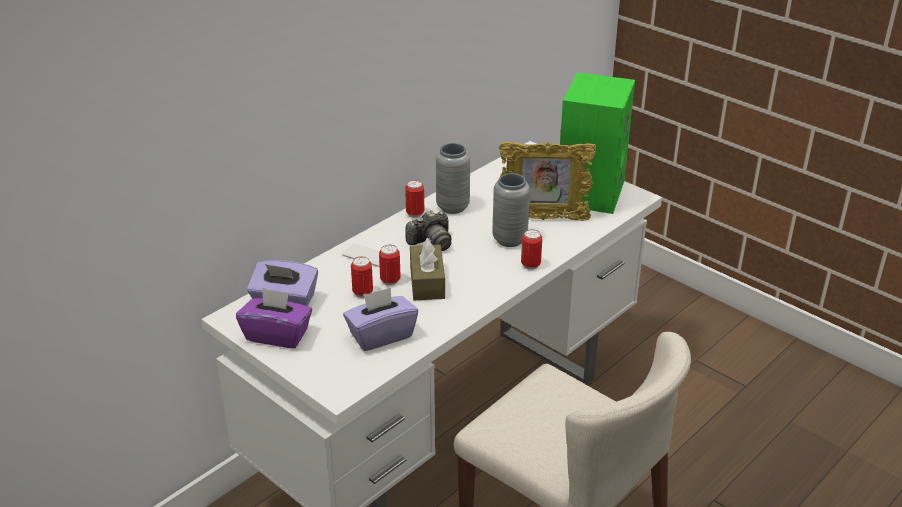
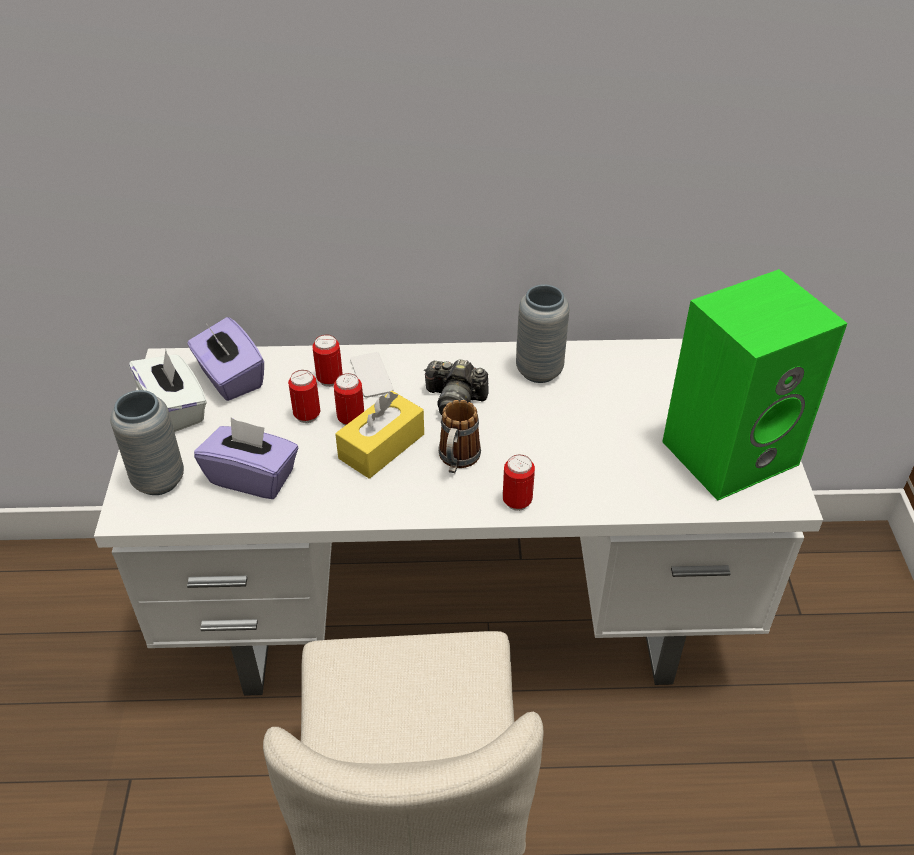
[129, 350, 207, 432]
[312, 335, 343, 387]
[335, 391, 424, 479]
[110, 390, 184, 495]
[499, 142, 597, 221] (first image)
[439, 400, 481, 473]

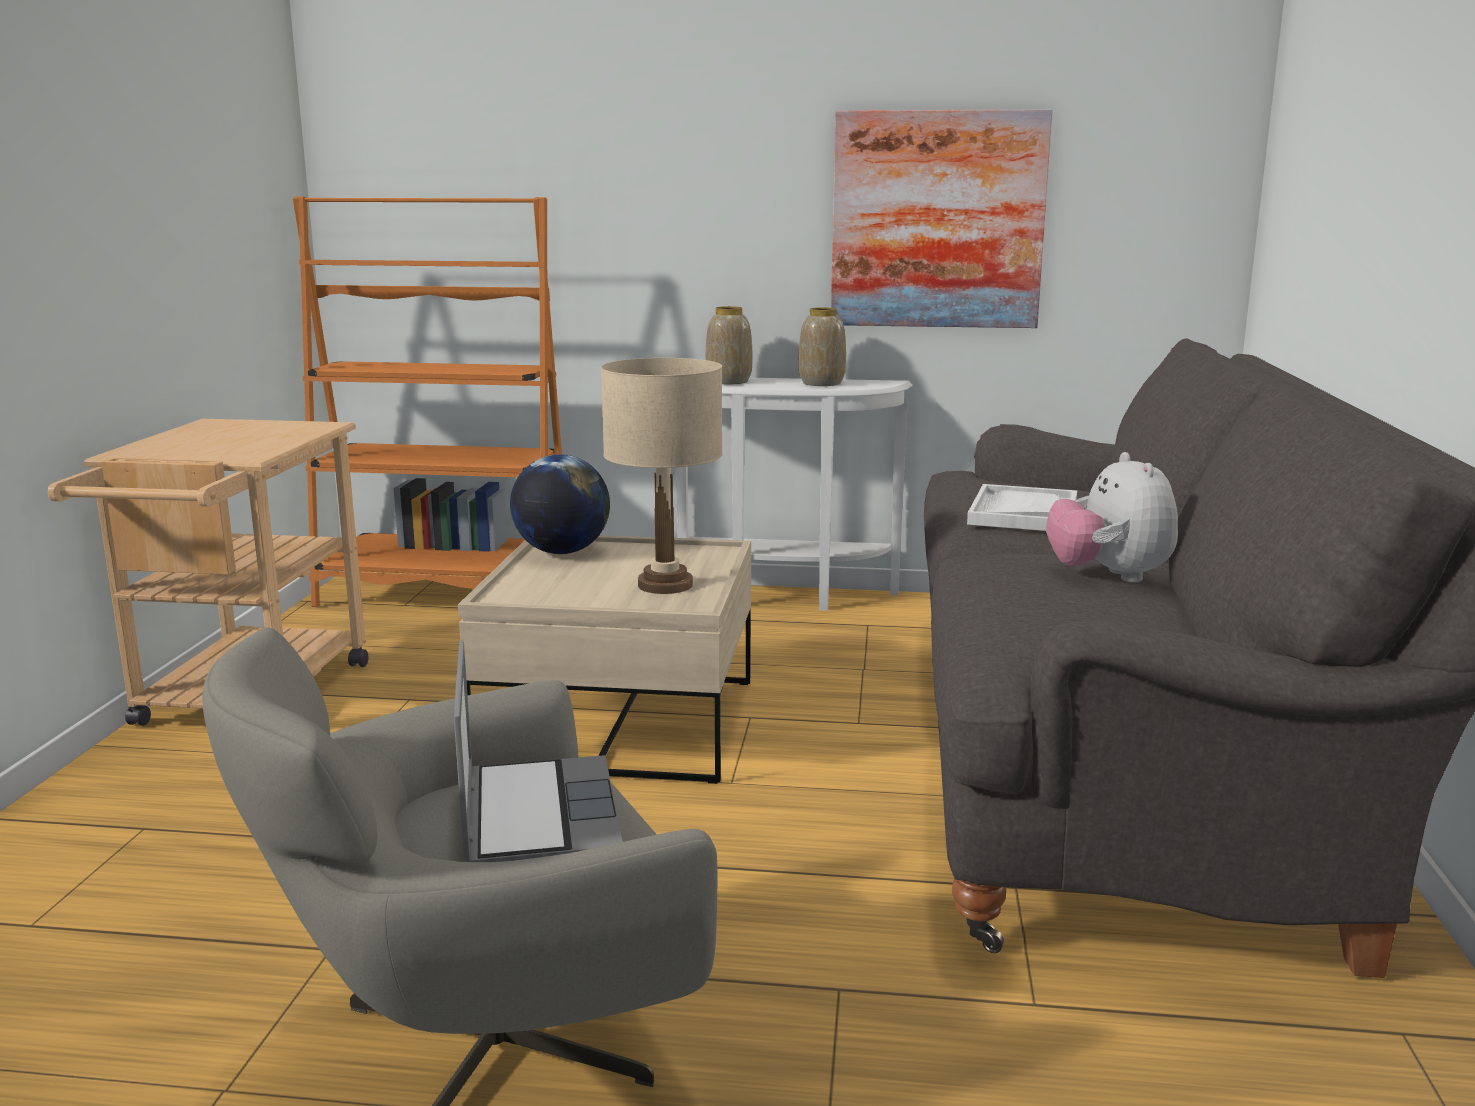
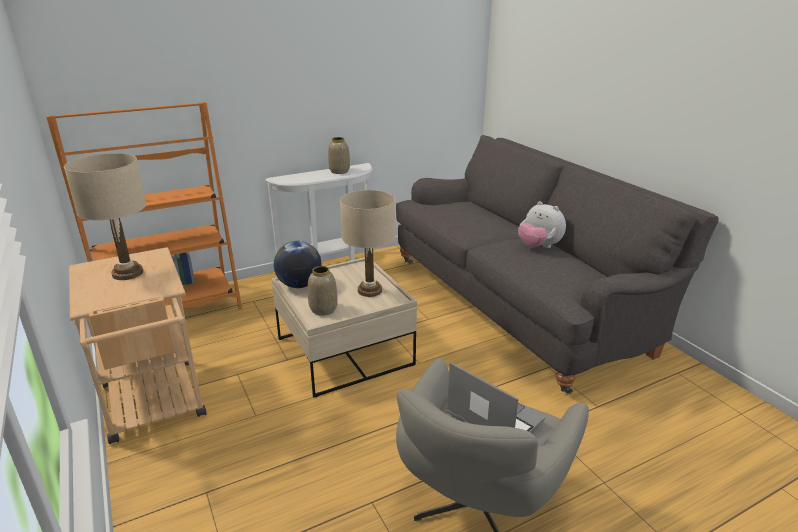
[308, 266, 338, 316]
[831, 109, 1052, 328] (first image)
[967, 484, 1077, 531] (first image)
[64, 153, 146, 280]

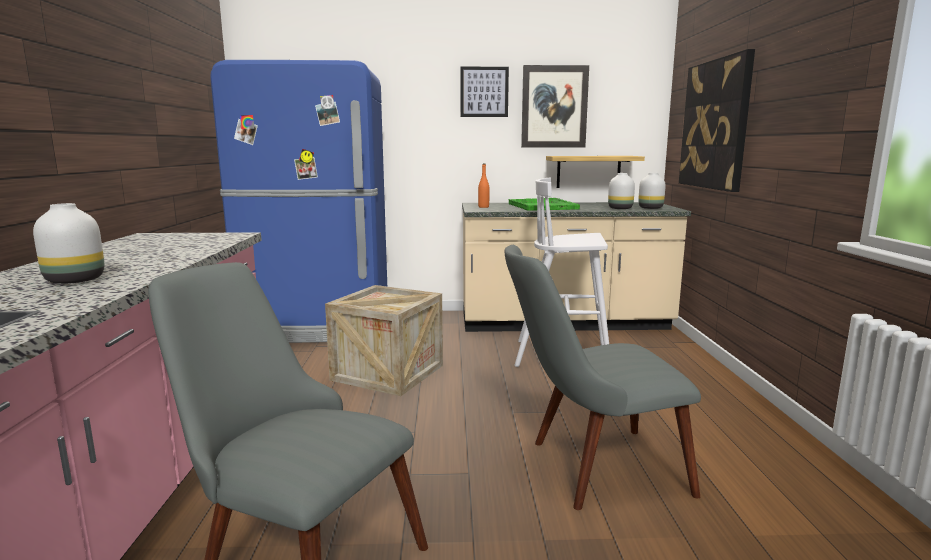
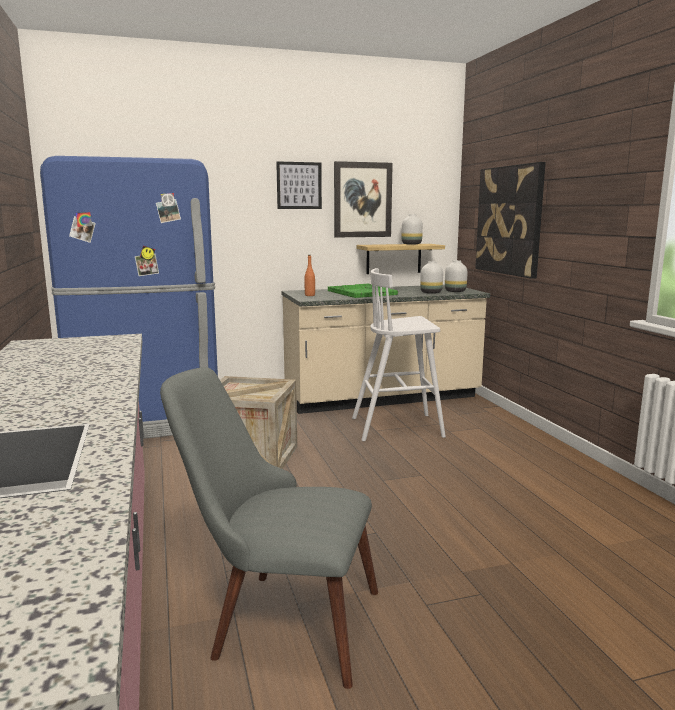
[401, 214, 423, 245]
[505, 245, 701, 510] (first image)

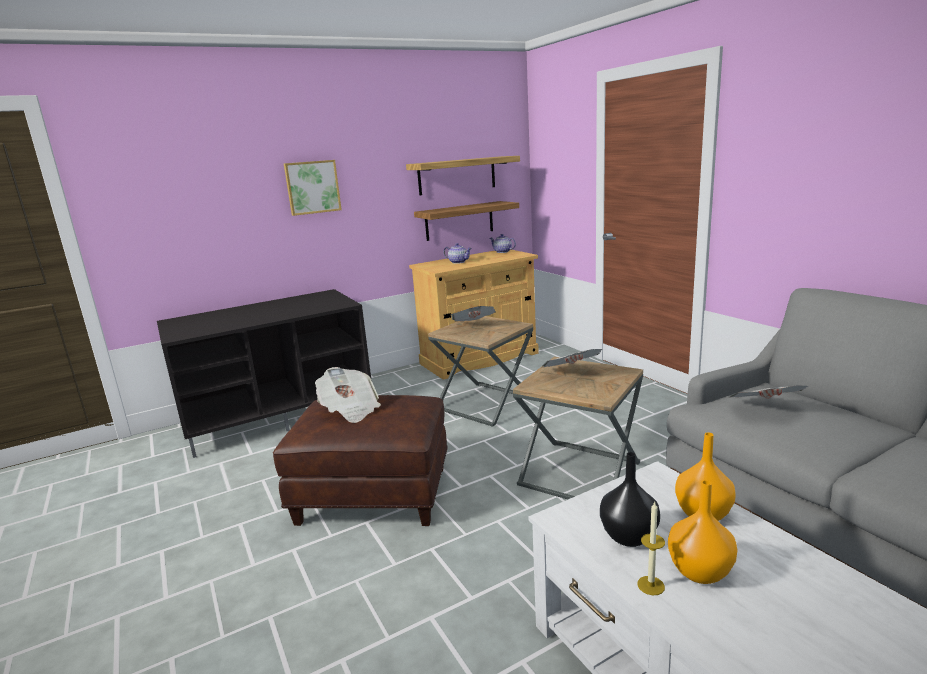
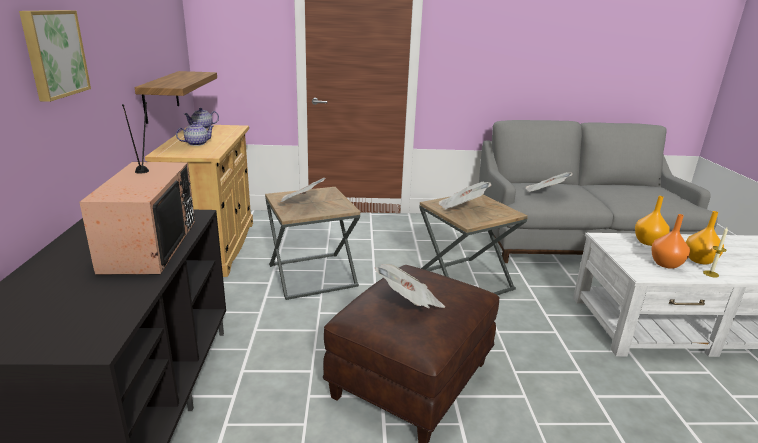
[406, 156, 520, 195] (first image)
[651, 214, 690, 269]
[79, 102, 195, 275]

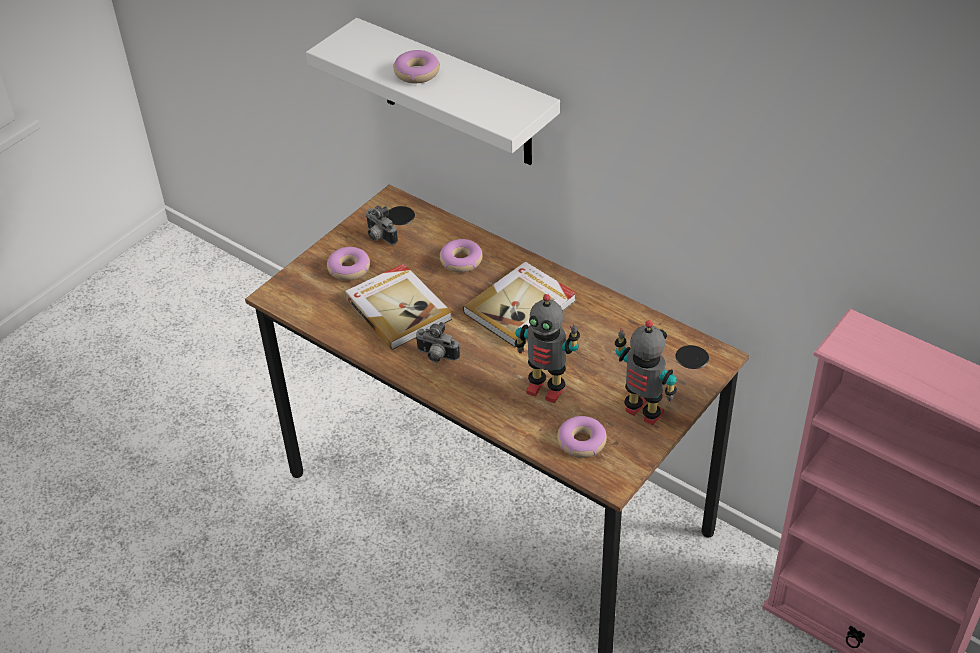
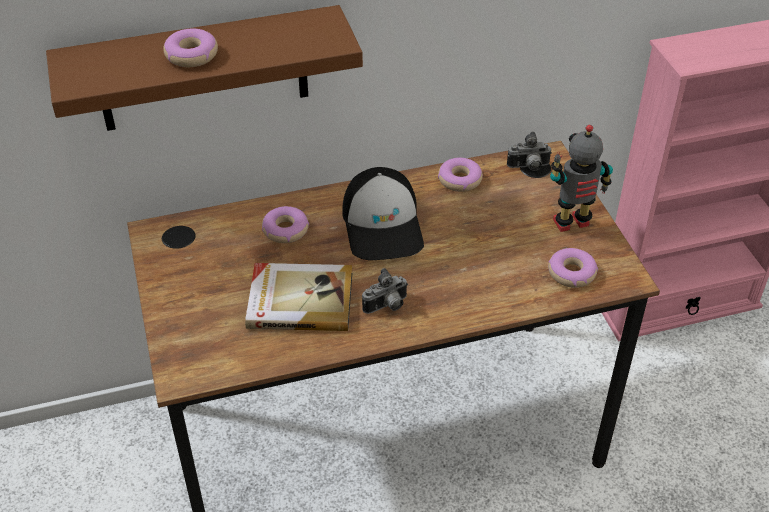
[46, 5, 363, 131]
[438, 158, 483, 192]
[507, 131, 552, 171]
[342, 167, 424, 260]
[514, 294, 580, 403] (first image)

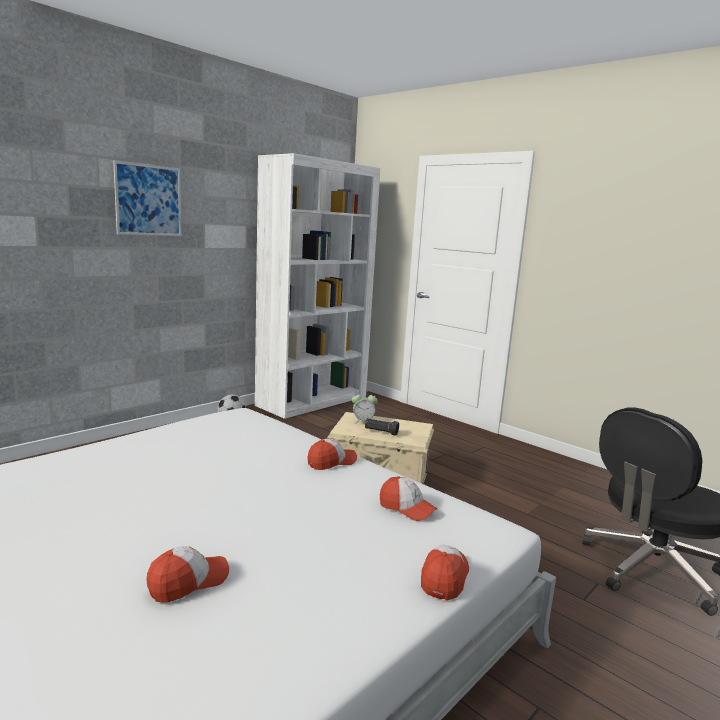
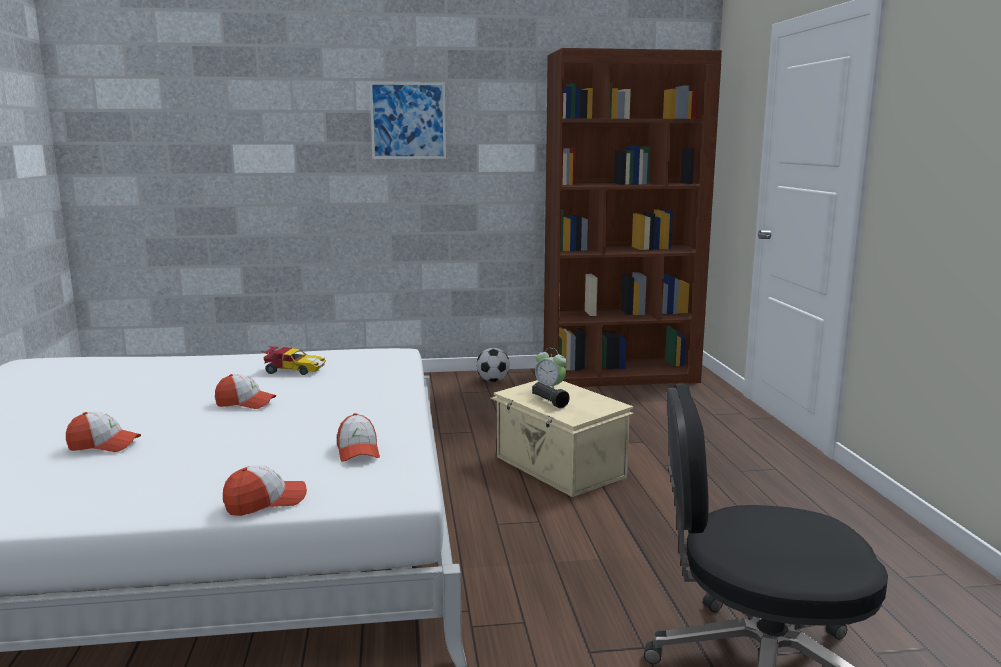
[544, 48, 722, 387]
[215, 374, 276, 409]
[262, 346, 326, 375]

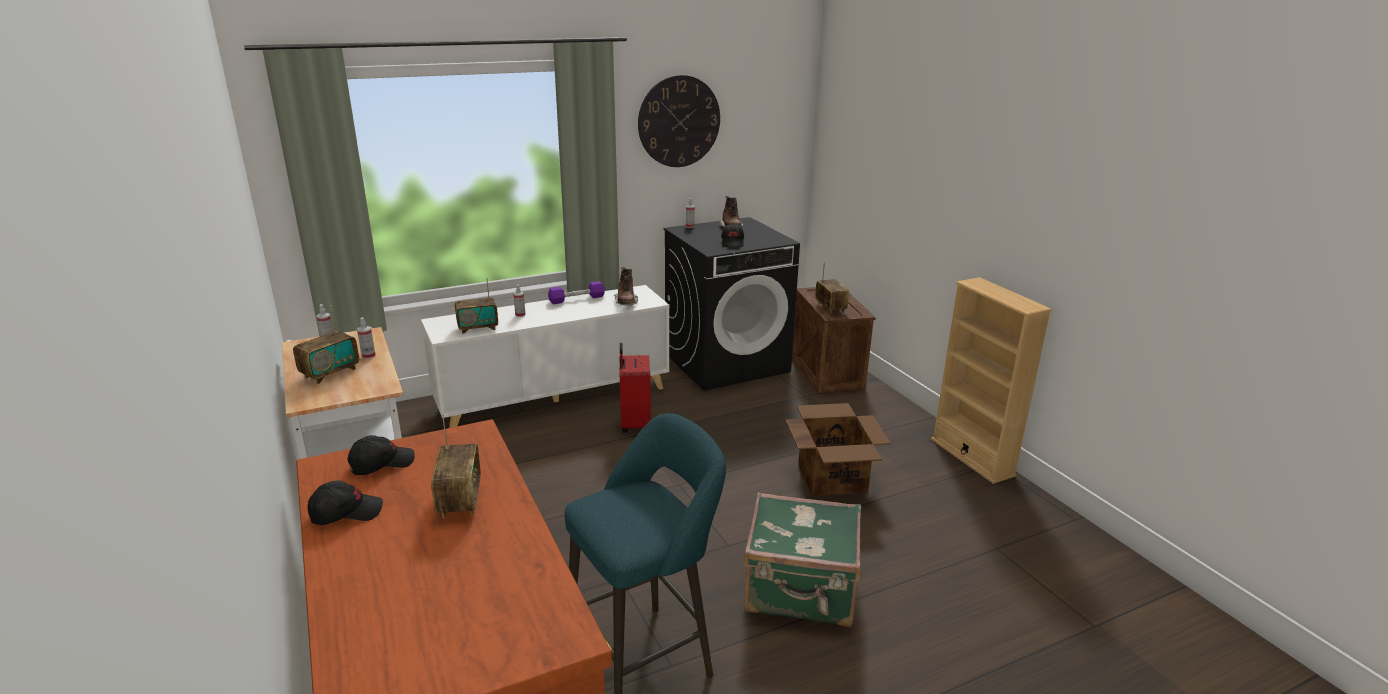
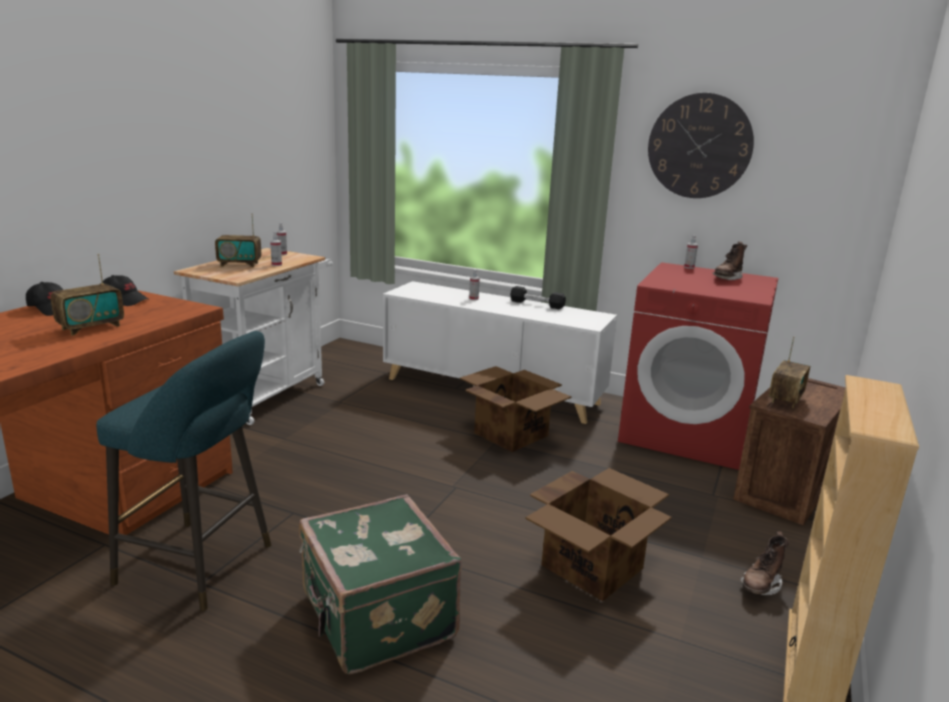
[455, 278, 498, 334] (first image)
[510, 286, 566, 309]
[740, 531, 790, 595]
[460, 366, 571, 452]
[618, 262, 778, 470]
[721, 223, 744, 247] (first image)

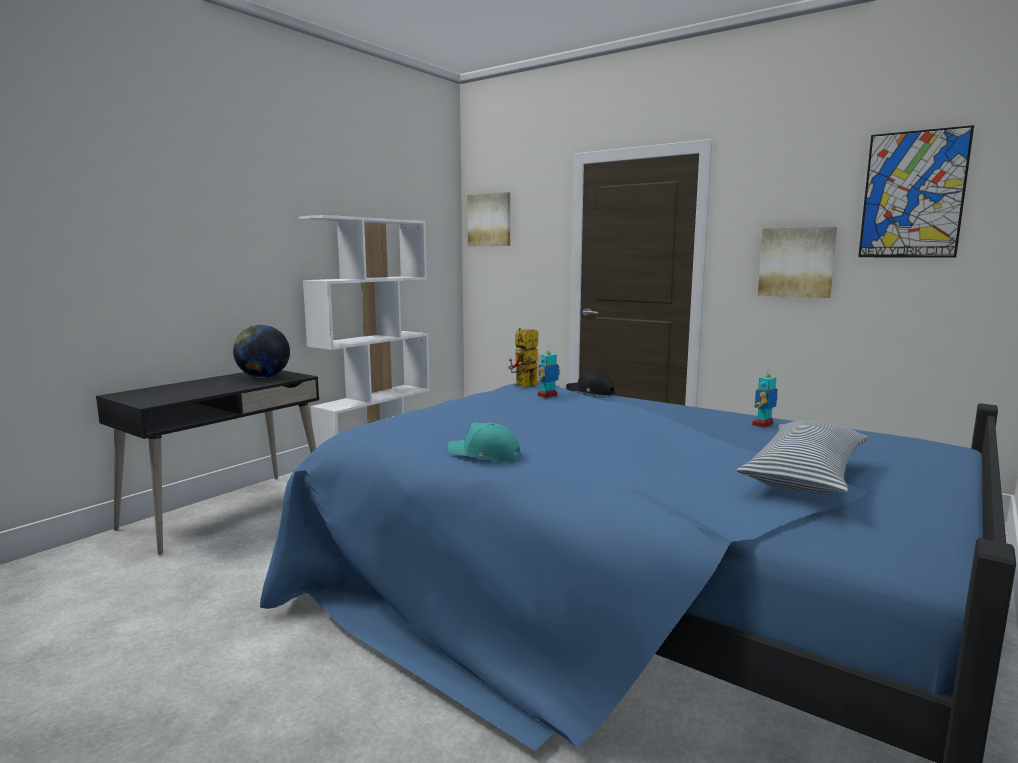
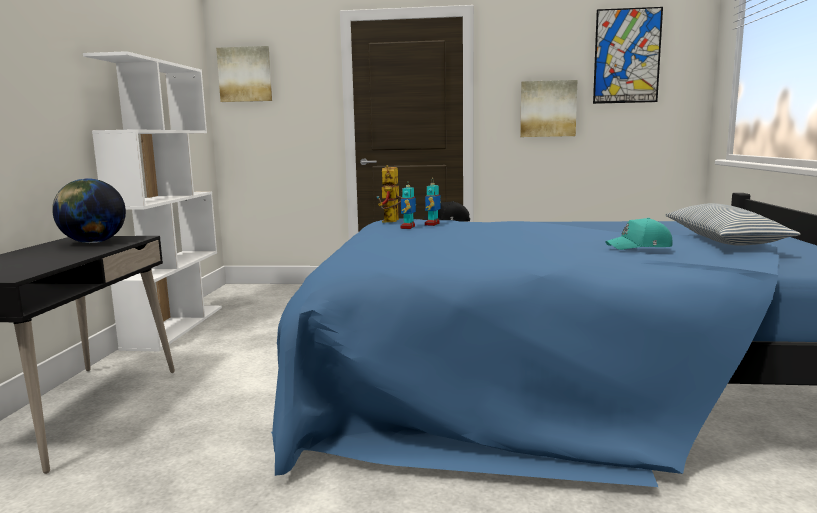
[605, 218, 673, 250]
[400, 180, 416, 229]

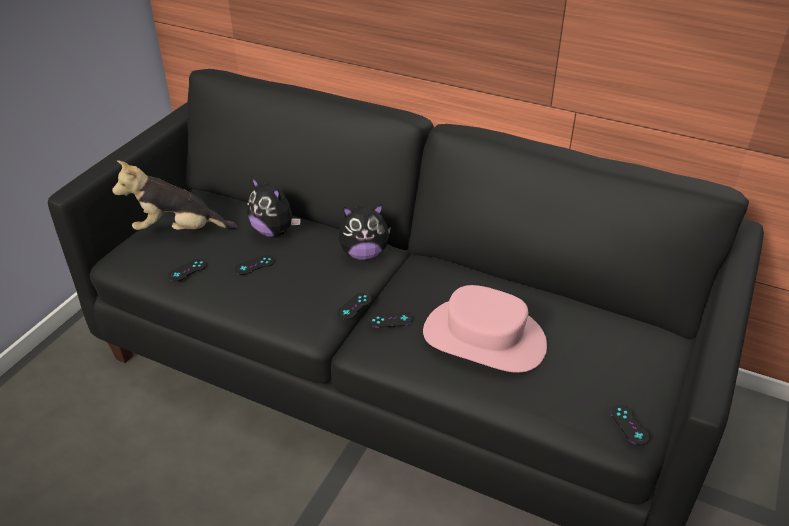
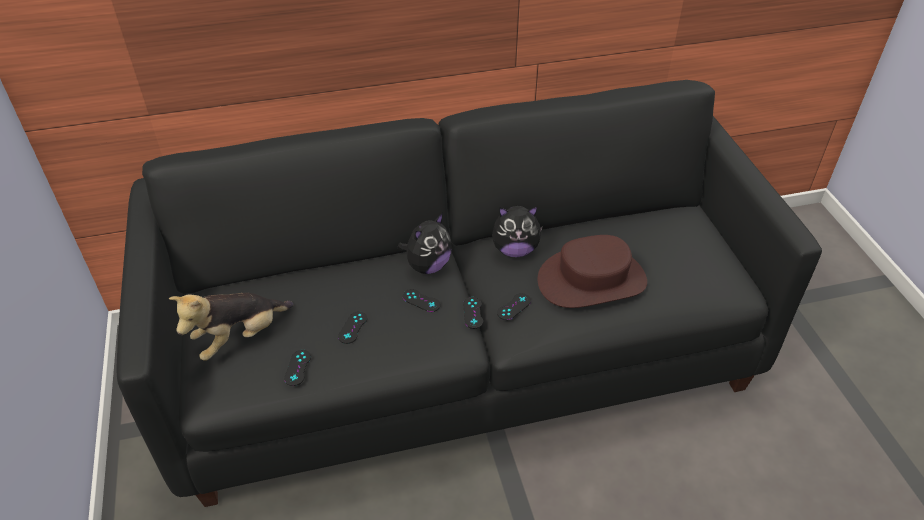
[492, 206, 543, 257]
[538, 235, 647, 308]
[403, 289, 440, 312]

